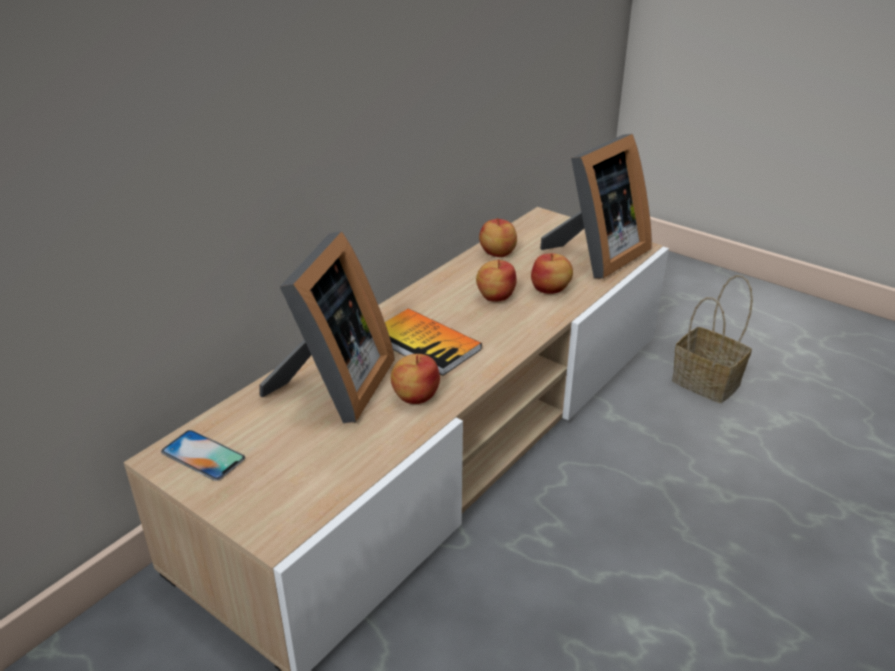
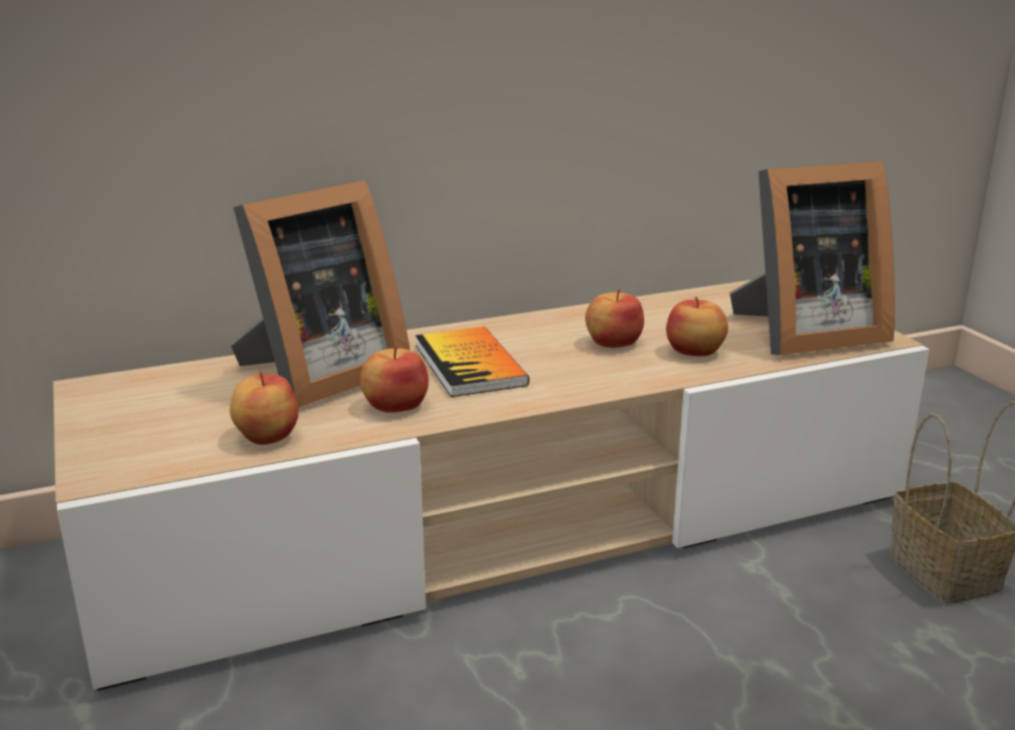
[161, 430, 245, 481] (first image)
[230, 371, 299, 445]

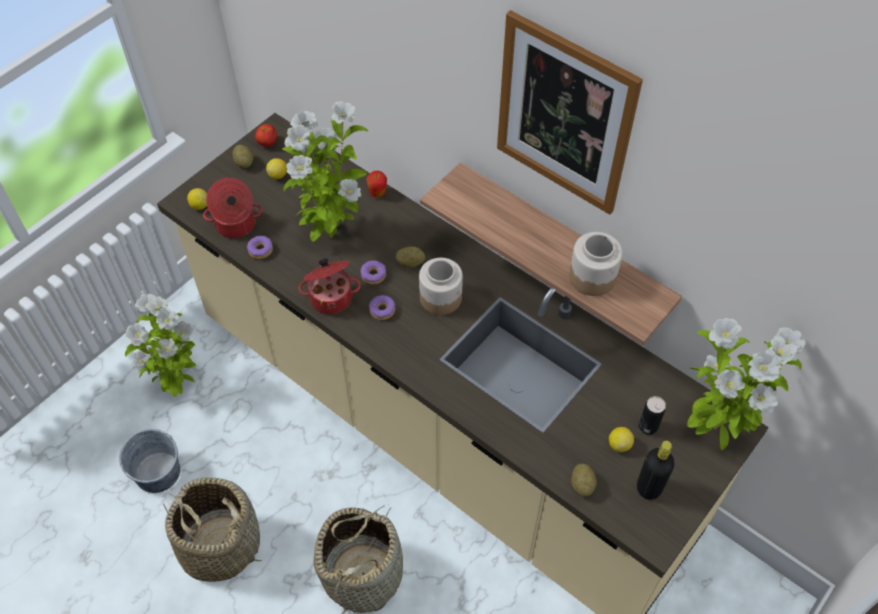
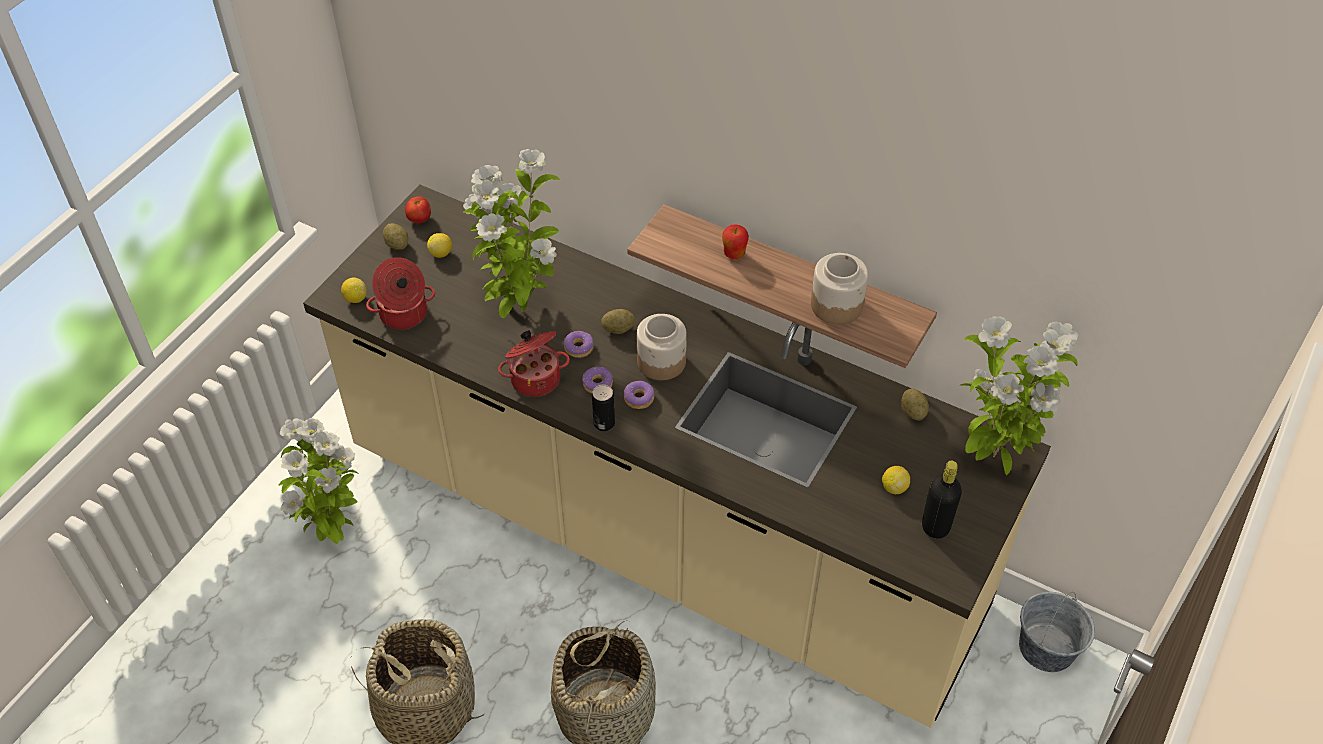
[1019, 592, 1095, 672]
[624, 381, 654, 409]
[722, 224, 749, 259]
[497, 10, 643, 215] (first image)
[901, 389, 929, 420]
[592, 385, 615, 431]

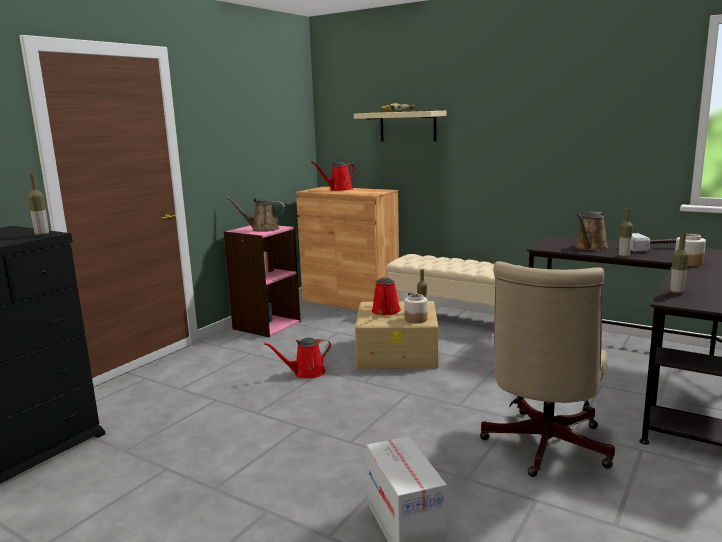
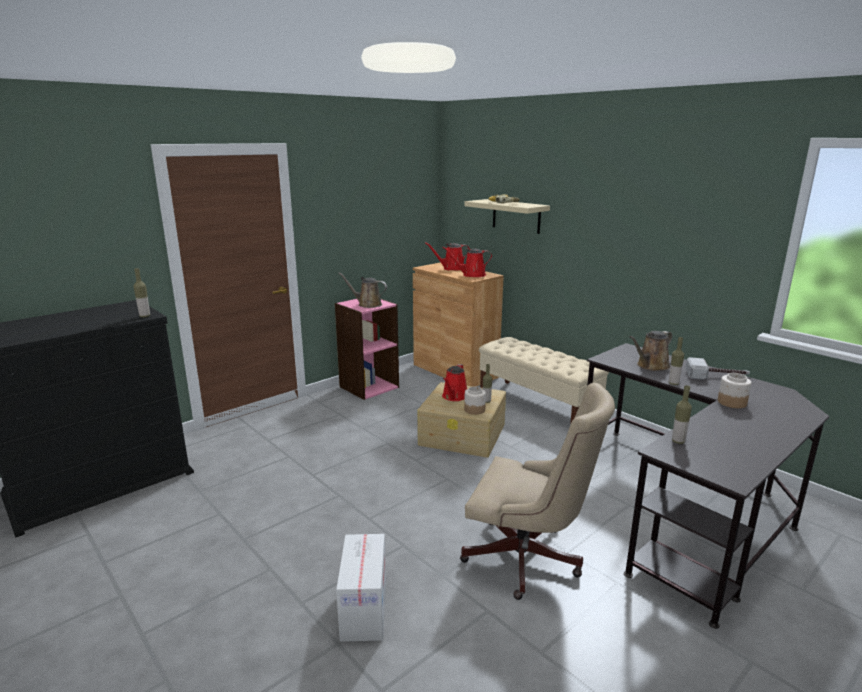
[442, 247, 492, 277]
[460, 383, 615, 600]

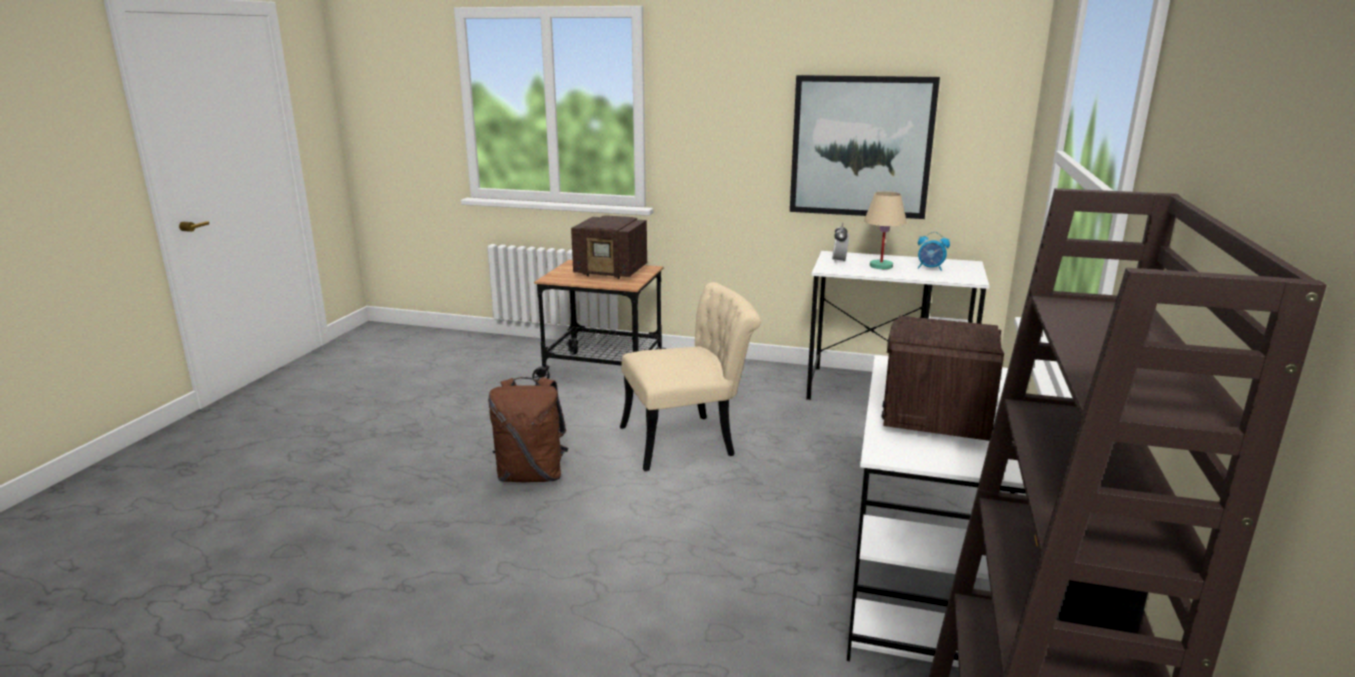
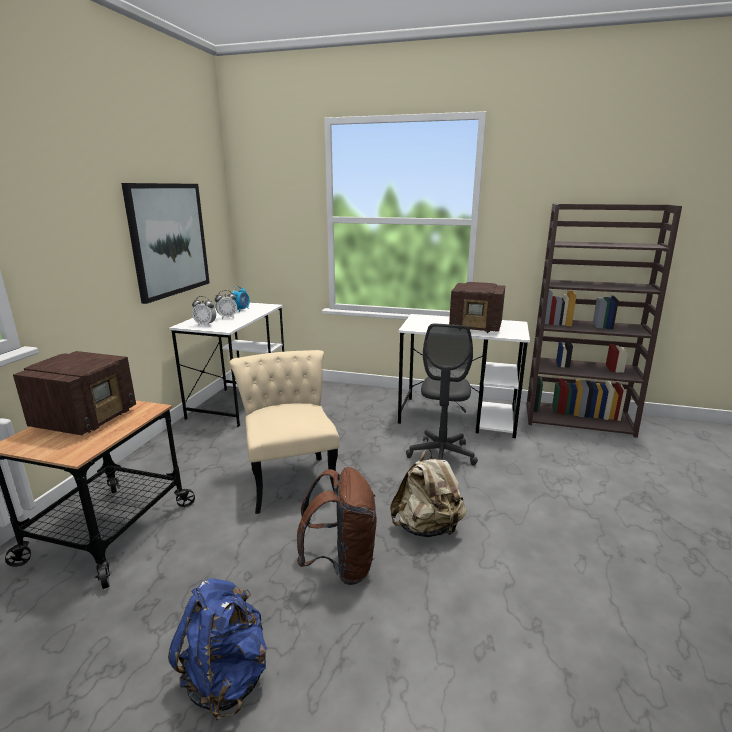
[215, 290, 237, 319]
[168, 578, 267, 720]
[390, 449, 466, 537]
[406, 323, 478, 466]

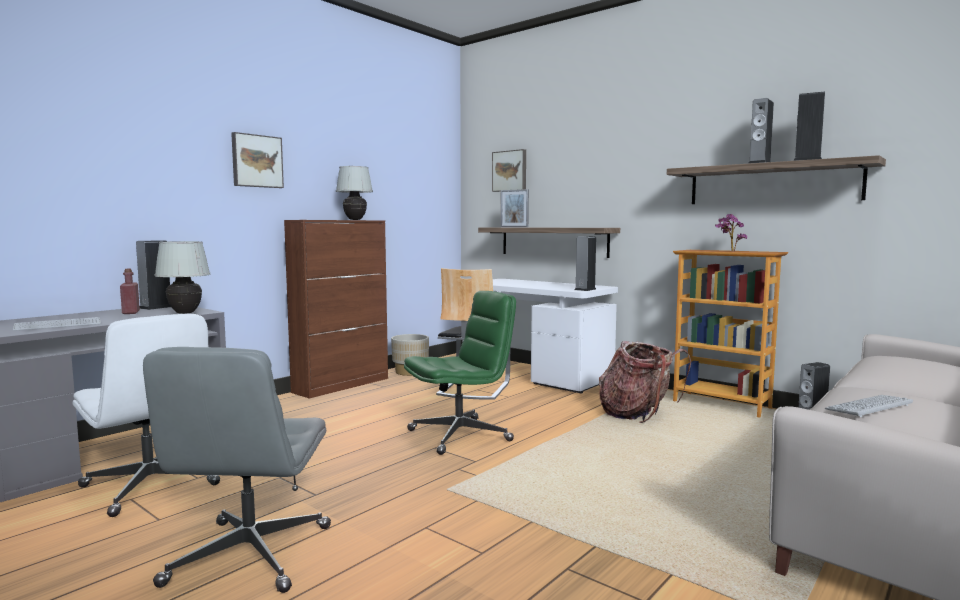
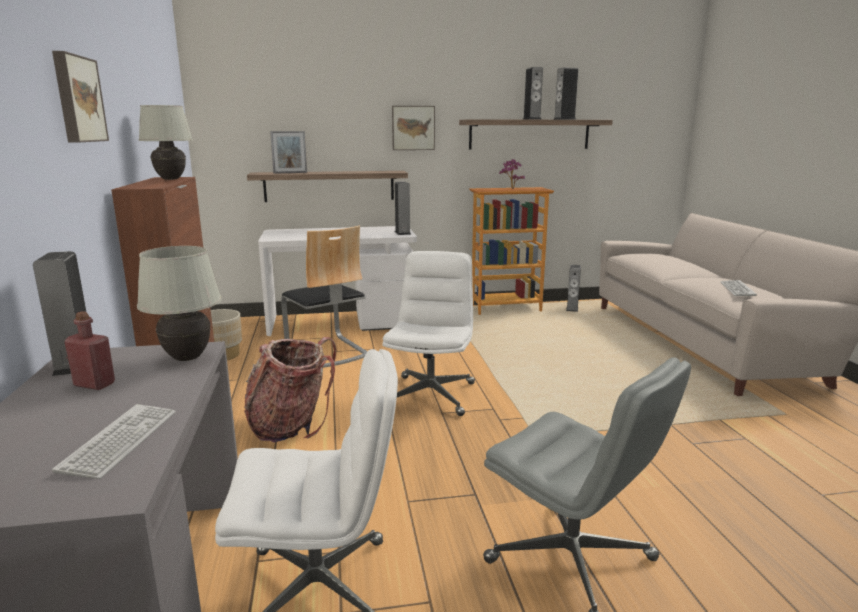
[382, 251, 475, 416]
[392, 106, 435, 150]
[244, 337, 337, 442]

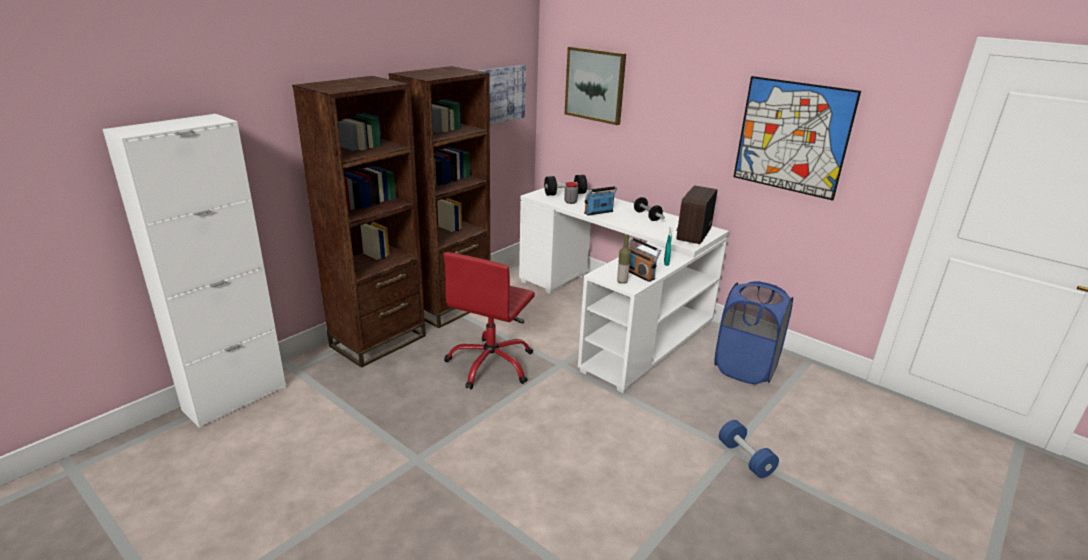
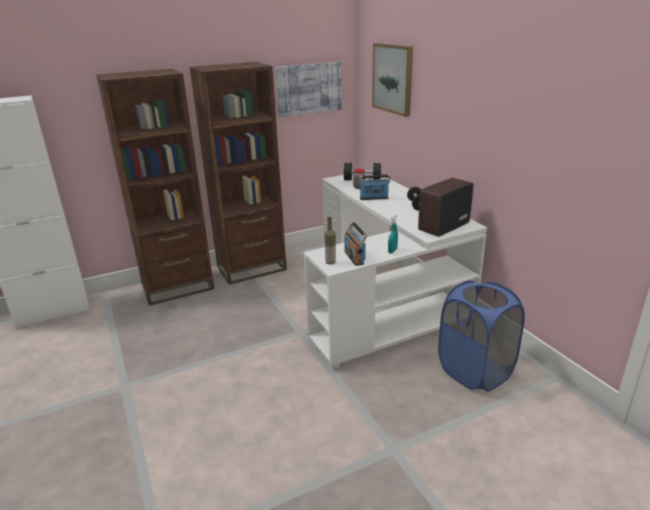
[443, 252, 535, 390] (first image)
[719, 420, 779, 478] (first image)
[734, 76, 861, 201] (first image)

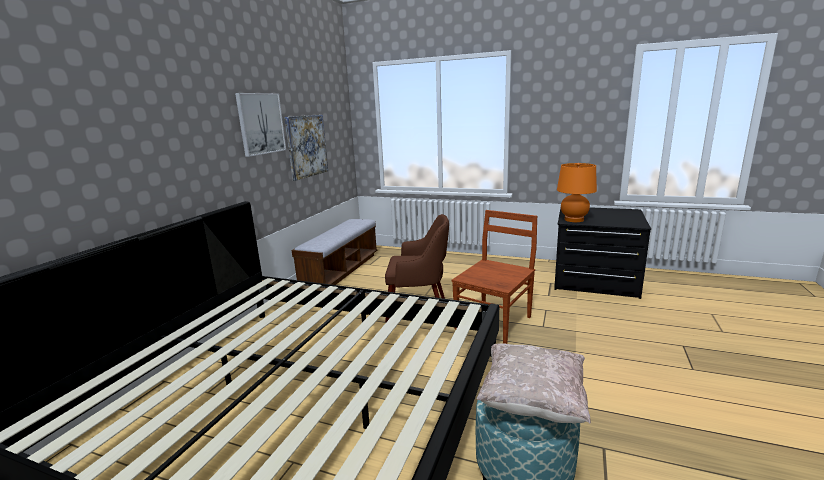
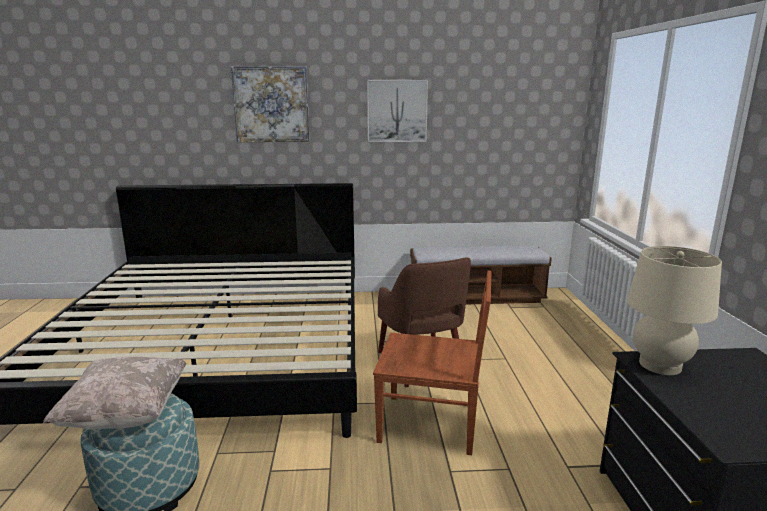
[231, 66, 310, 142]
[627, 246, 722, 375]

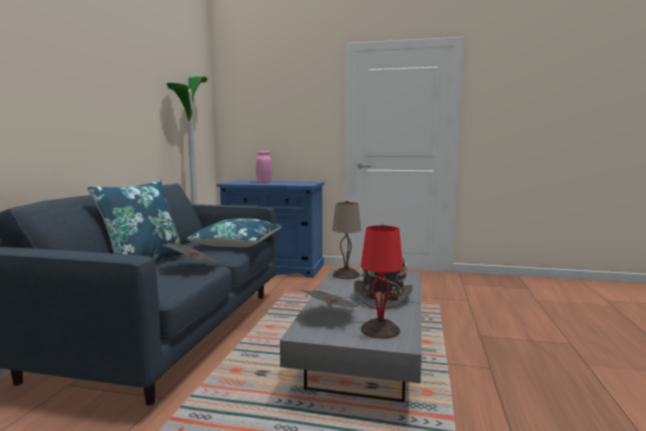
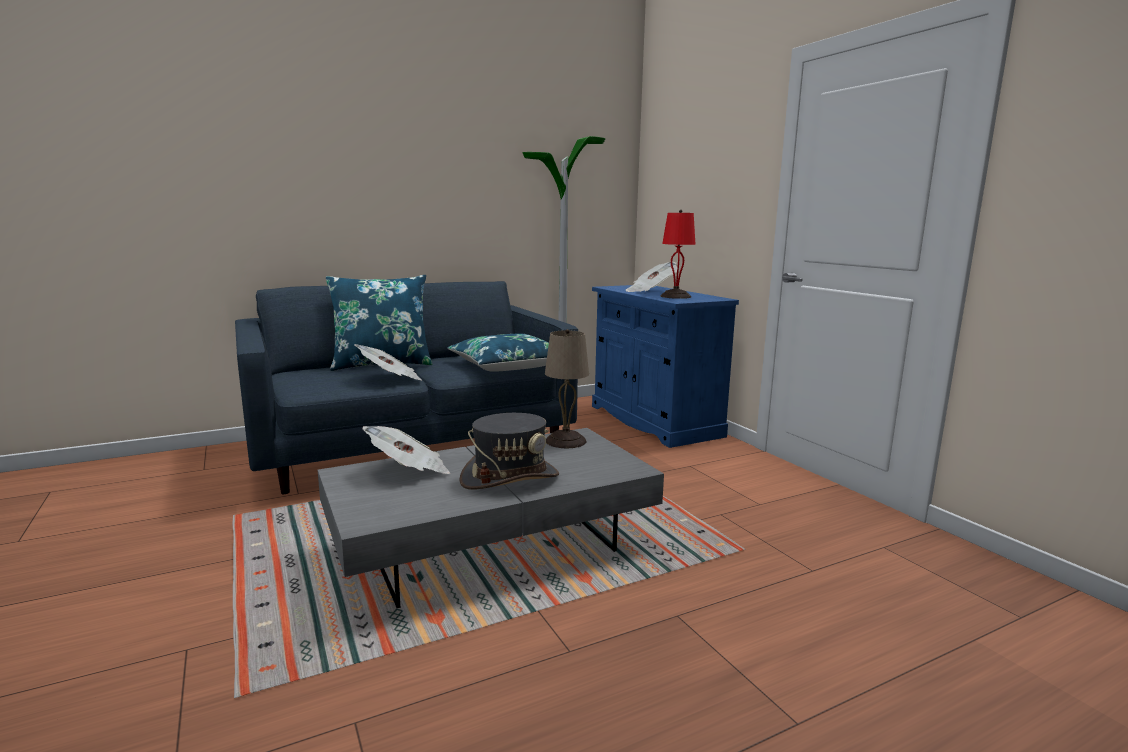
[626, 262, 677, 292]
[661, 210, 695, 299]

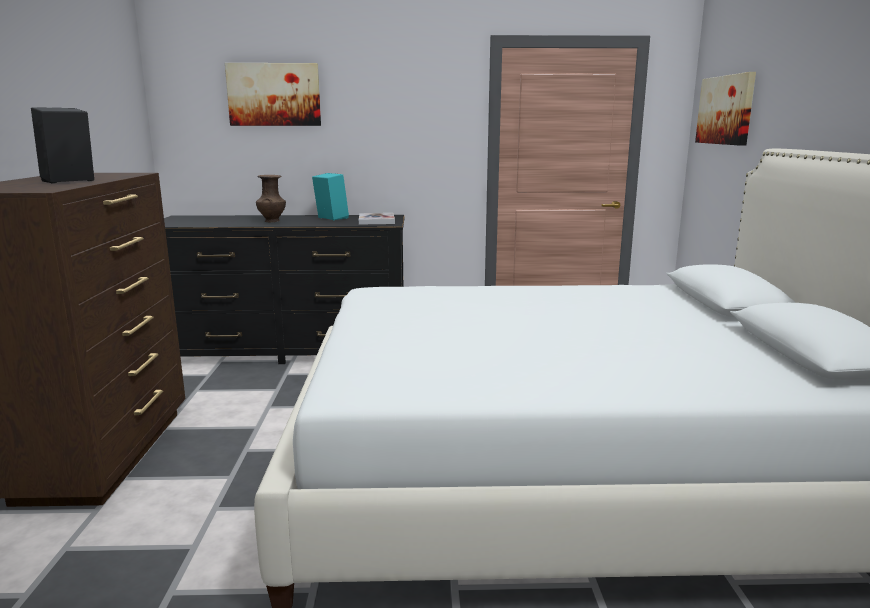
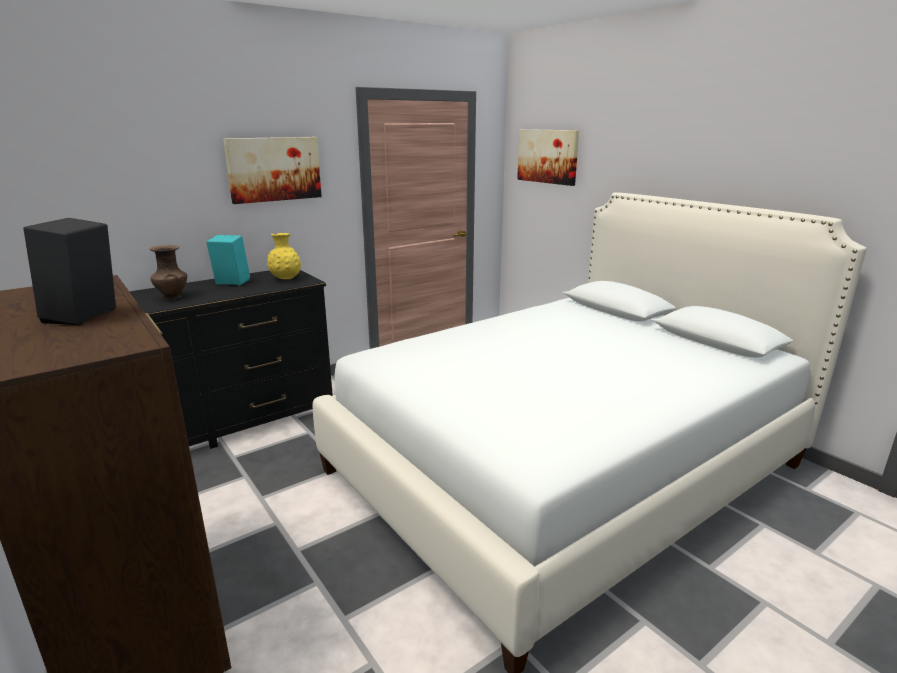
[223, 137, 322, 204]
[267, 233, 301, 279]

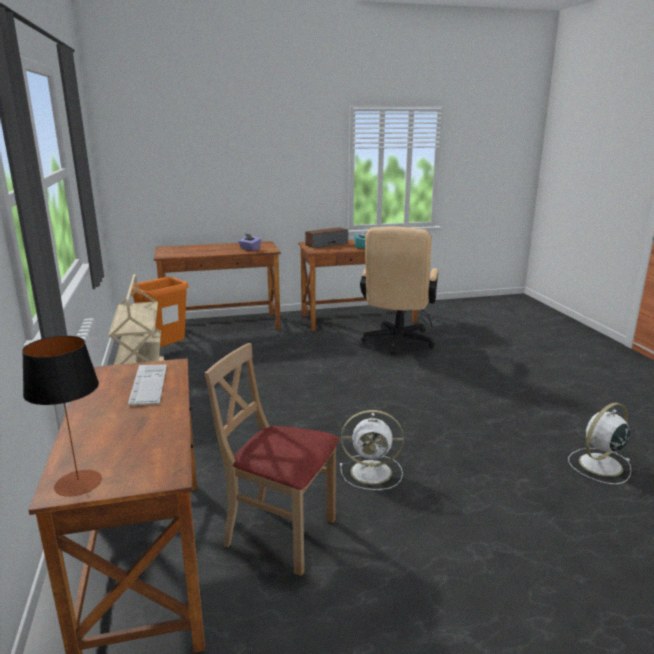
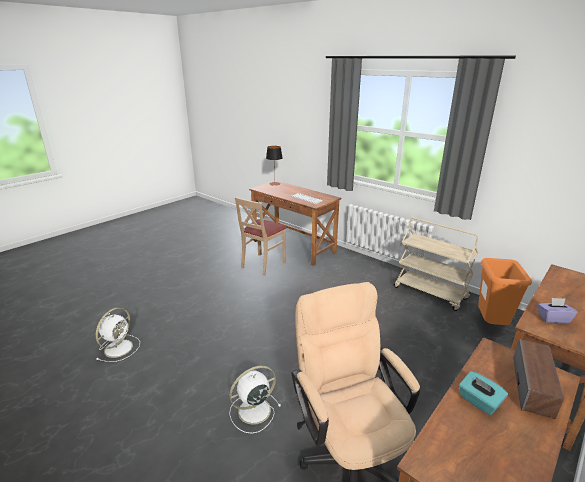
[235, 197, 287, 276]
[229, 366, 281, 433]

